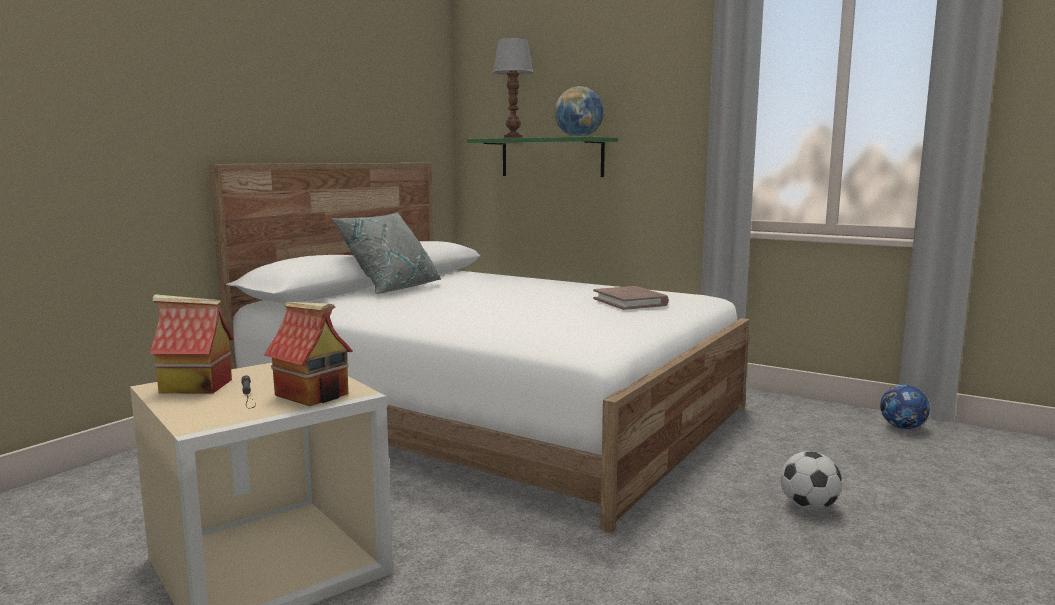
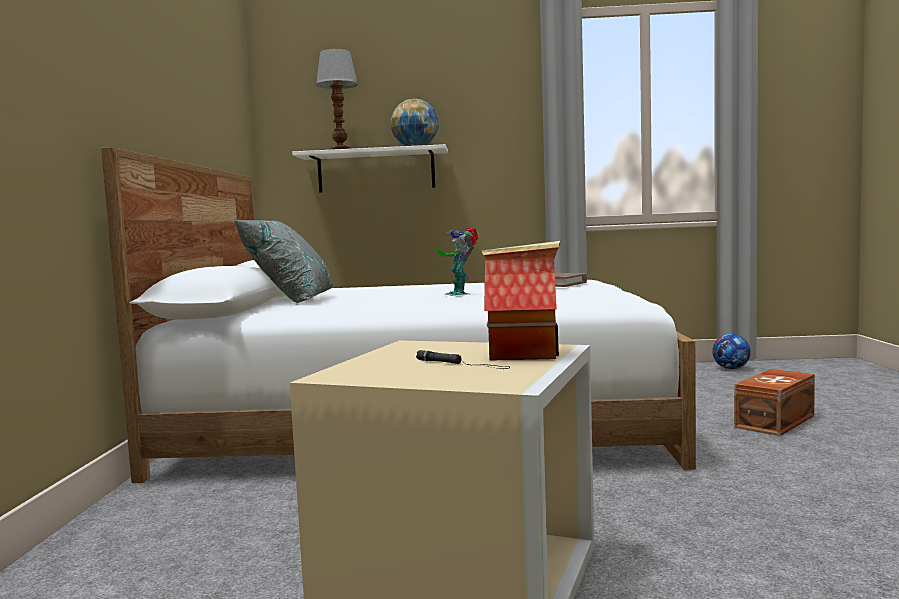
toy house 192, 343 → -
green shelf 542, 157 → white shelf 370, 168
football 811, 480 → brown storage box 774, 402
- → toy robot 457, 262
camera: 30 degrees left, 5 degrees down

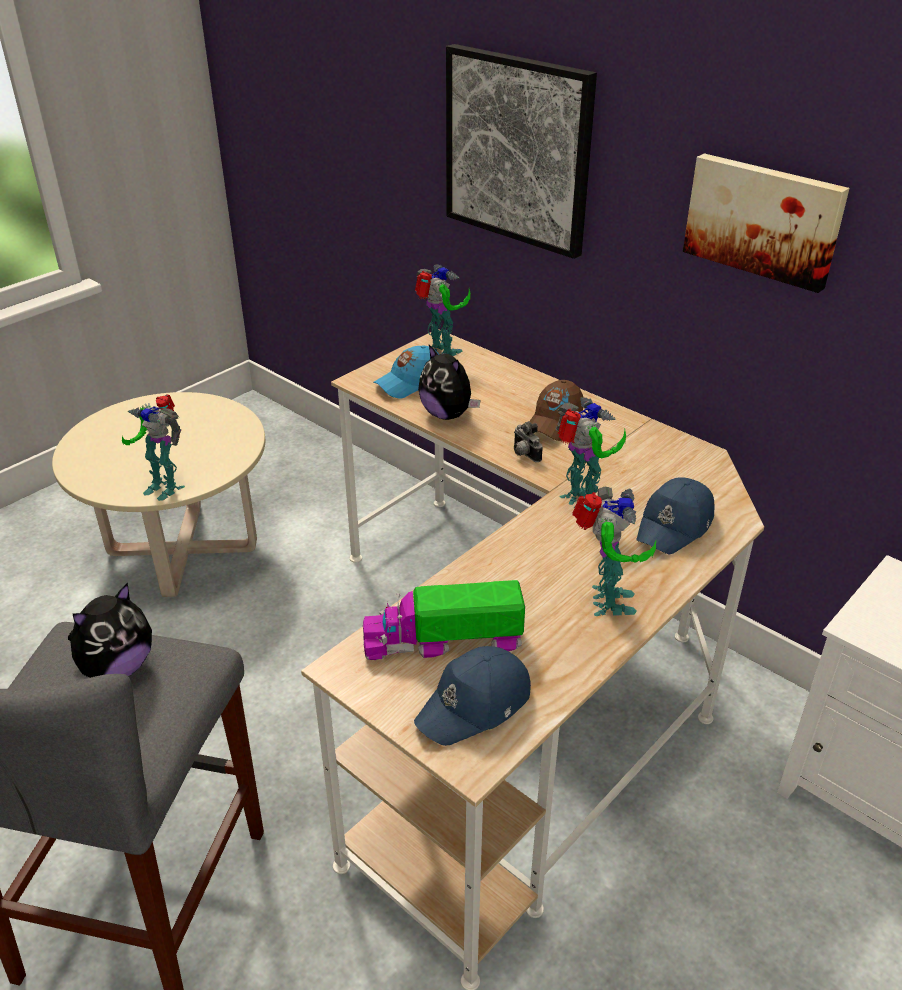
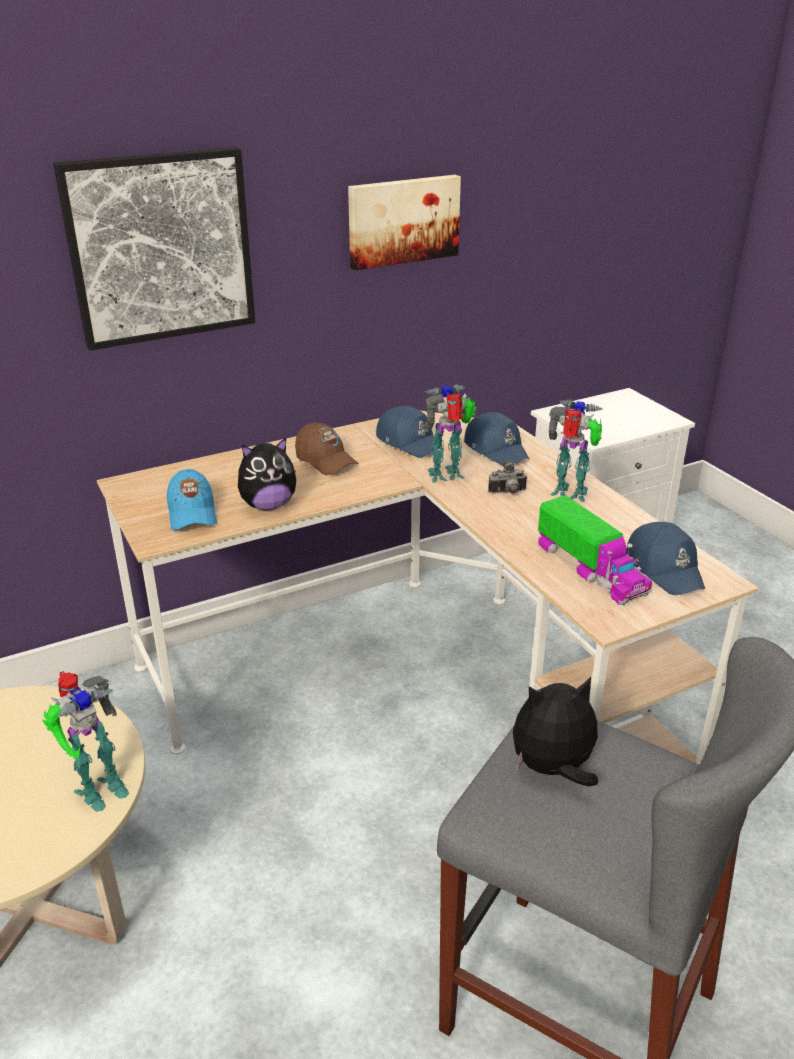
plush toy 110, 630 → plush toy 555, 731, 75 degrees counterclockwise
toy truck 444, 620 → toy truck 595, 550, 45 degrees counterclockwise
toy robot 443, 310 → -
photo camera 528, 441 → photo camera 507, 476, moved
- → blue cap 409, 432
camera: 70 degrees left, 5 degrees down

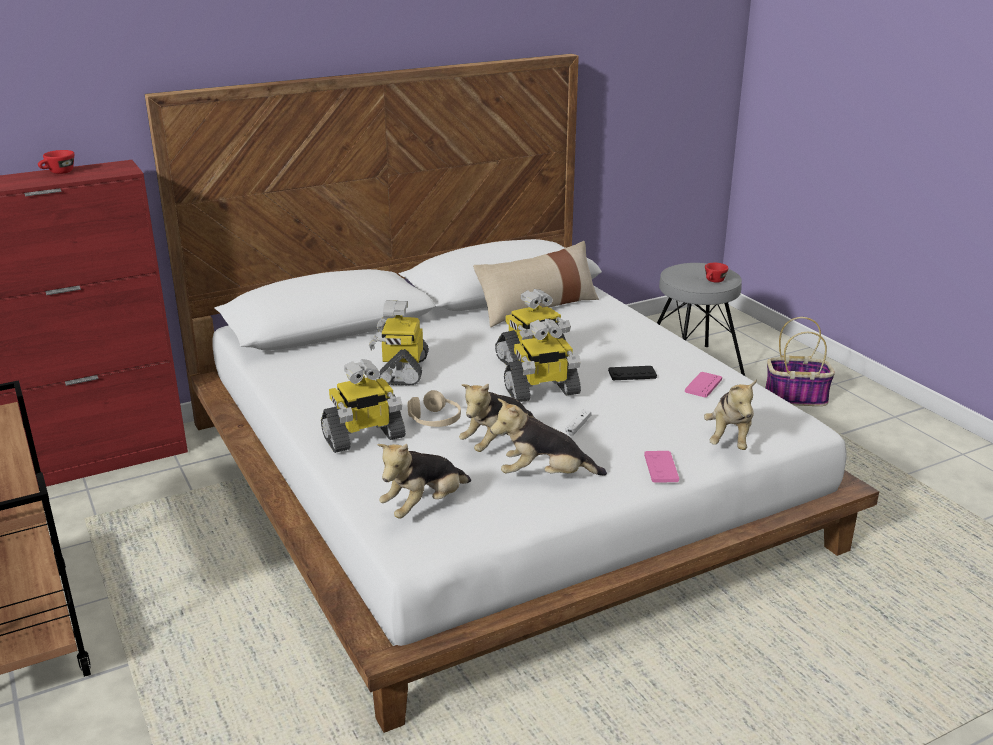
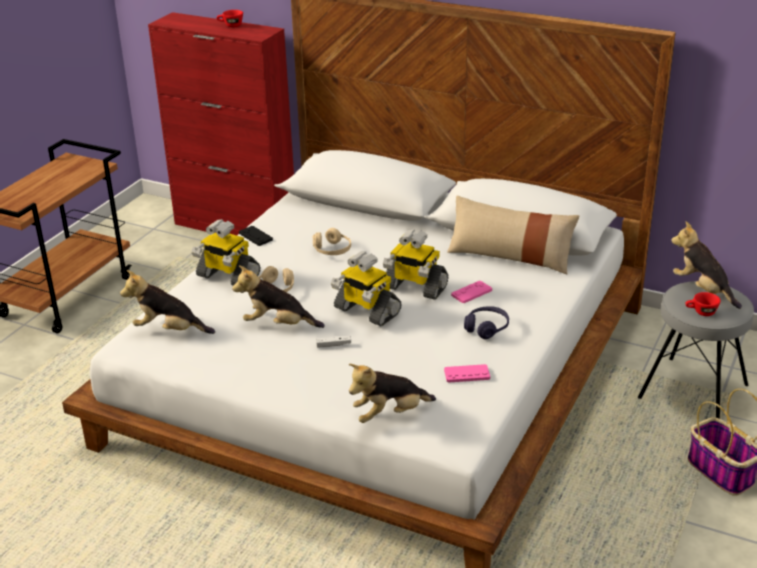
toy robot 399, 343 → beige headphones 332, 241
plush toy 548, 437 → plush toy 706, 265, moved
black game controller 632, 373 → black game controller 256, 236, moved
pink game controller 661, 467 → pink game controller 471, 292, moved
- → purple headphones 486, 322
camera: 55 degrees right, 5 degrees up

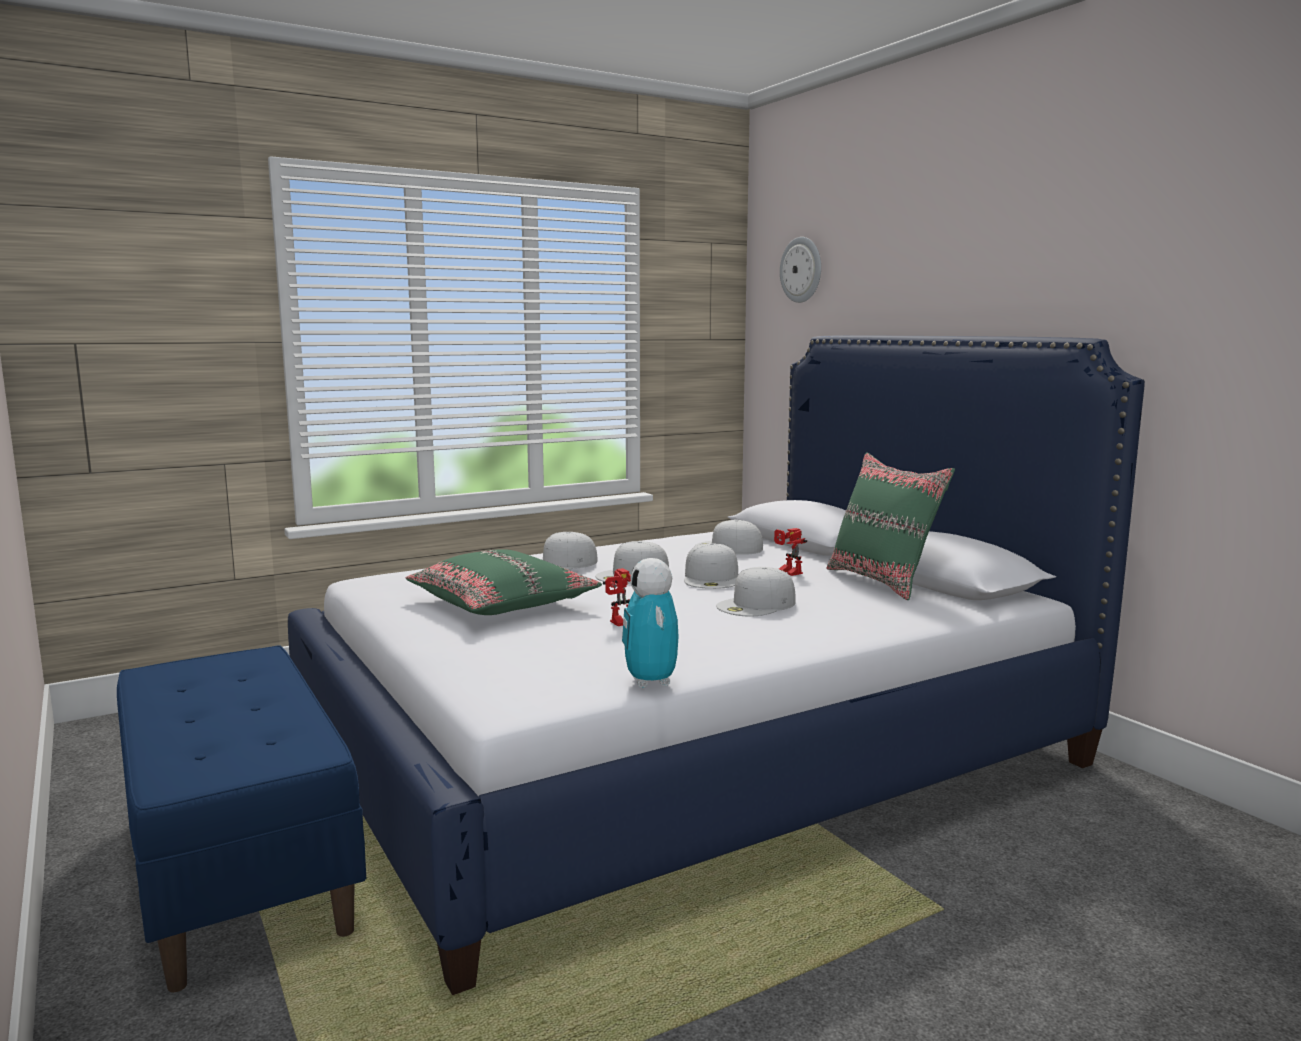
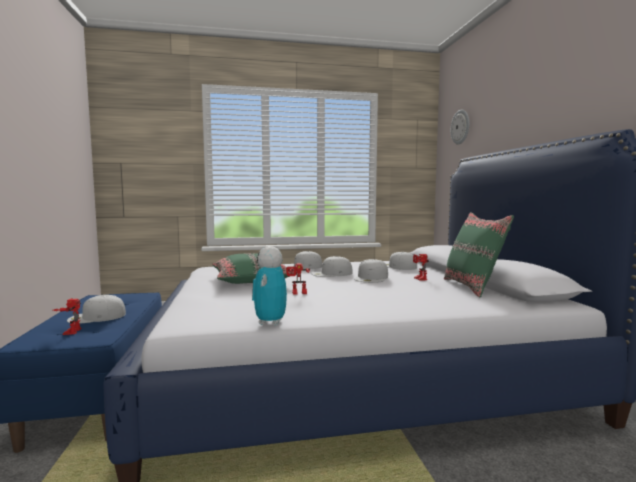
white cap 756, 592 → white cap 96, 309, moved
- → toy robot 67, 316
camera: 20 degrees right, 5 degrees down

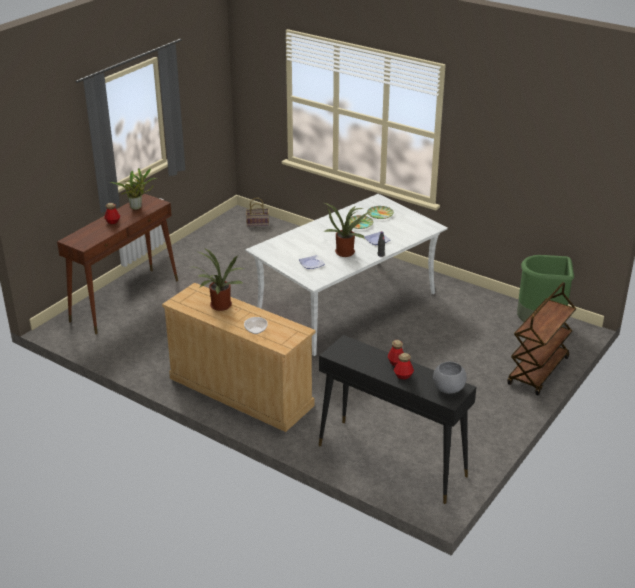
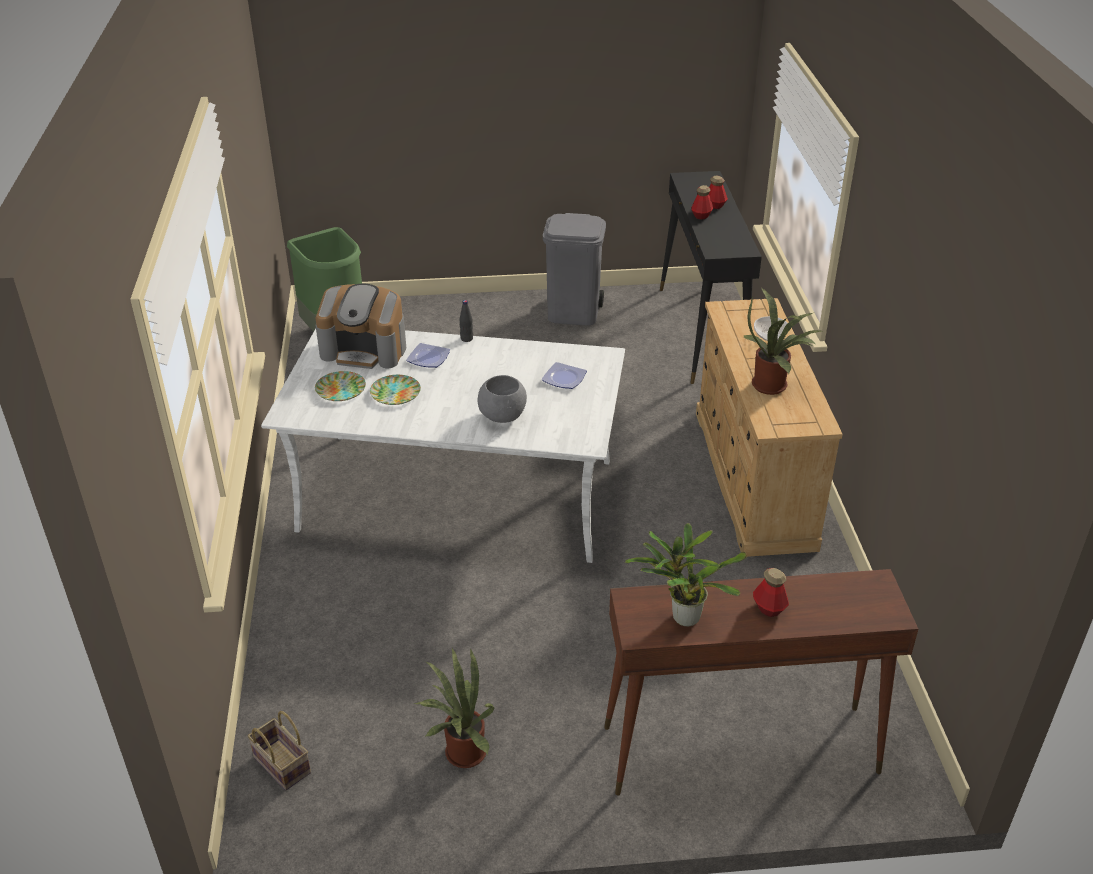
potted plant 347, 230 → potted plant 453, 708, moved
grey bowl 450, 378 → grey bowl 502, 399, moved
brown cart 541, 338 → -
- → coffee machine 360, 326
- → grey trash can 574, 269
camera: 130 degrees left, 5 degrees up

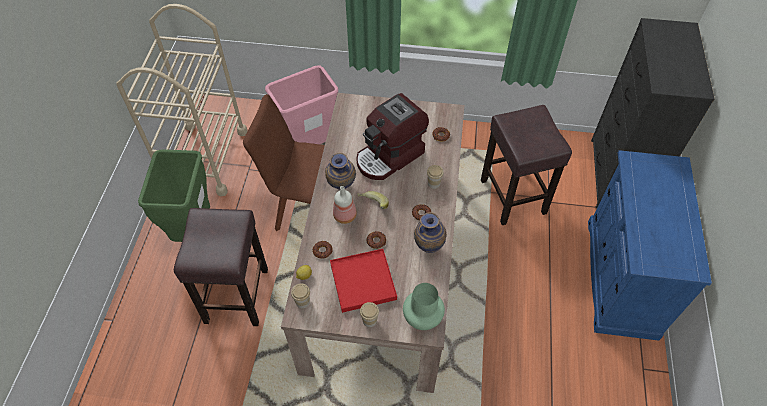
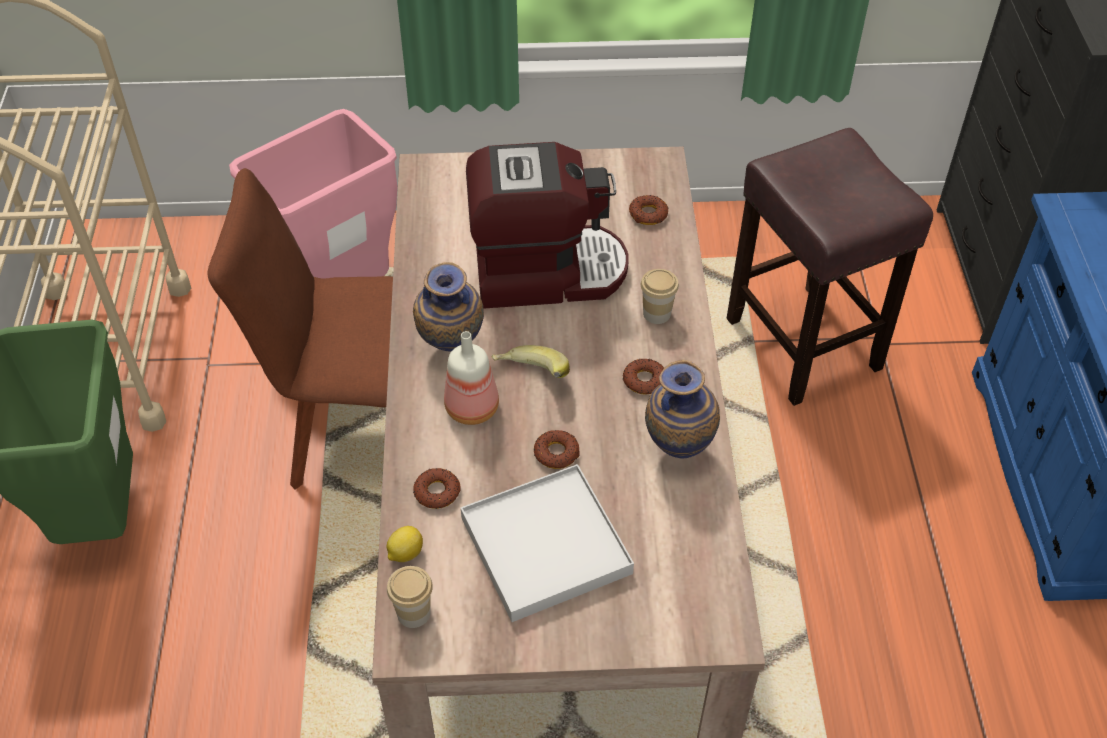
brown stool 221, 267 → -
red tray 363, 281 → white tray 547, 543
coffee machine 392, 136 → coffee machine 547, 225, 135 degrees counterclockwise
cup 369, 314 → -
green vase 424, 306 → -
camera: 10 degrees left, 5 degrees down

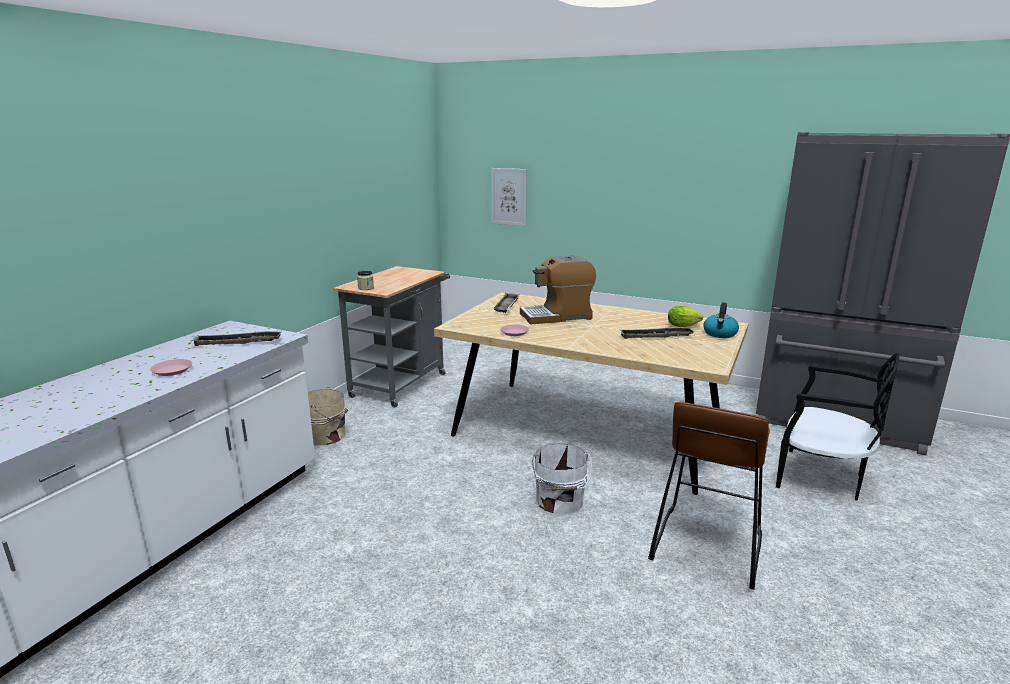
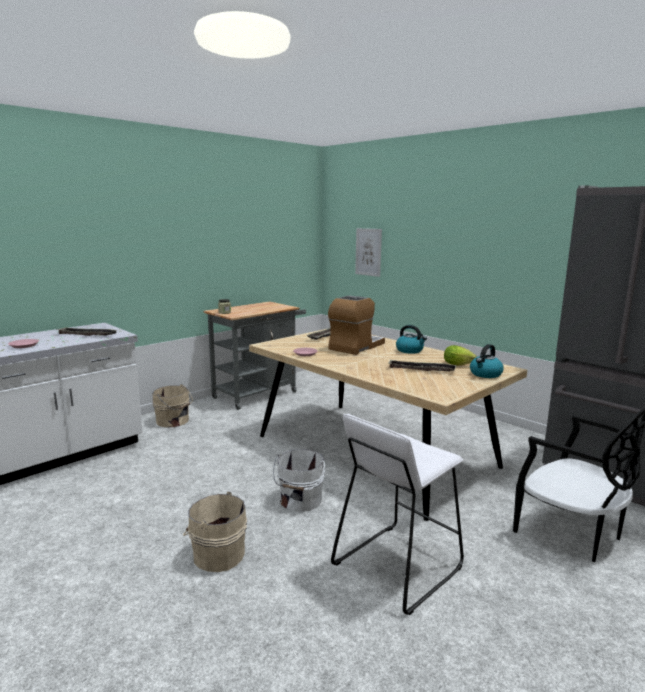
coffee machine 558, 290 → coffee machine 356, 325, 120 degrees clockwise
brown stool 709, 495 → white stool 397, 514
- → beige bucket 215, 531
- → kettle 411, 339
camera: 20 degrees right, 5 degrees down

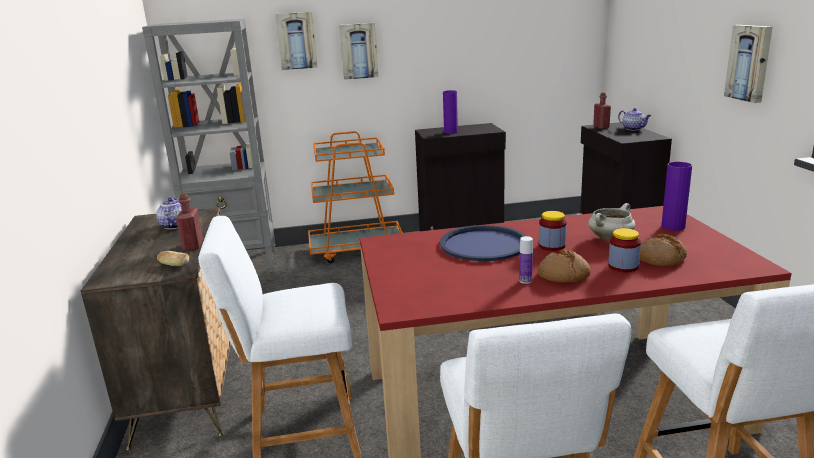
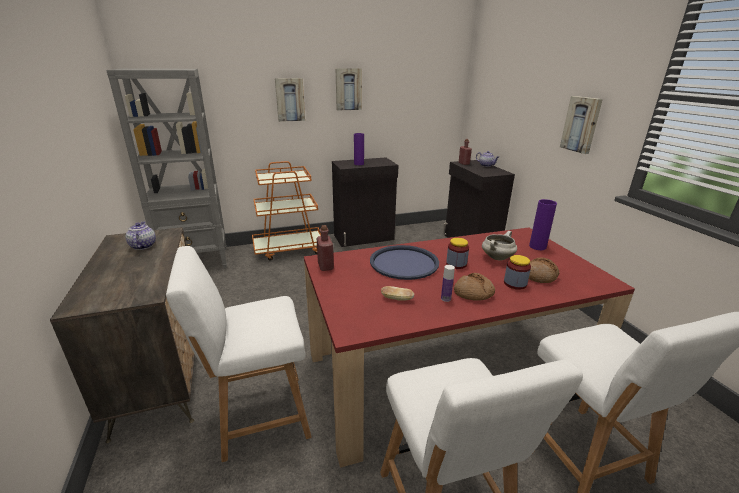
bread 173, 258 → bread 397, 293, moved
red bottle 189, 222 → red bottle 325, 248, moved
picture 296, 41 → picture 348, 89, moved
camera: 10 degrees left, 5 degrees up

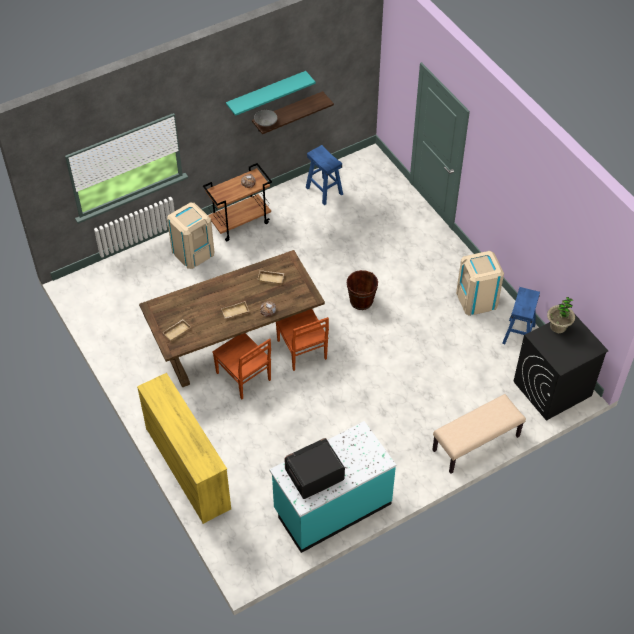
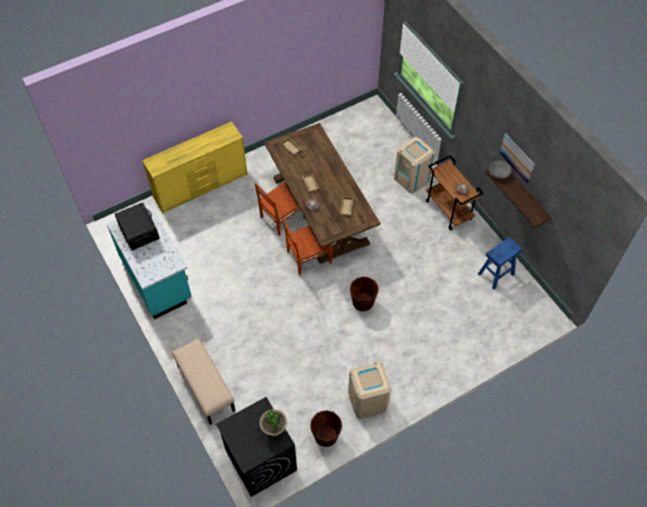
turquoise shelf 271, 93 → picture 517, 158
blue stool 521, 315 → brown bucket 326, 428
camera: 90 degrees right, 5 degrees up

